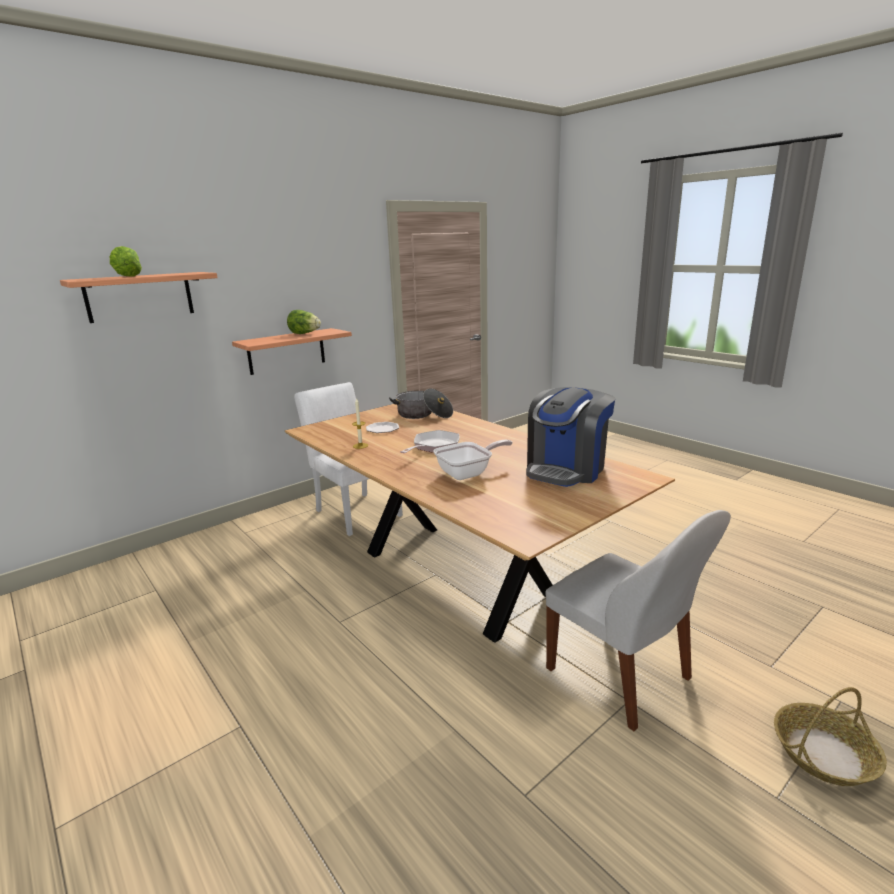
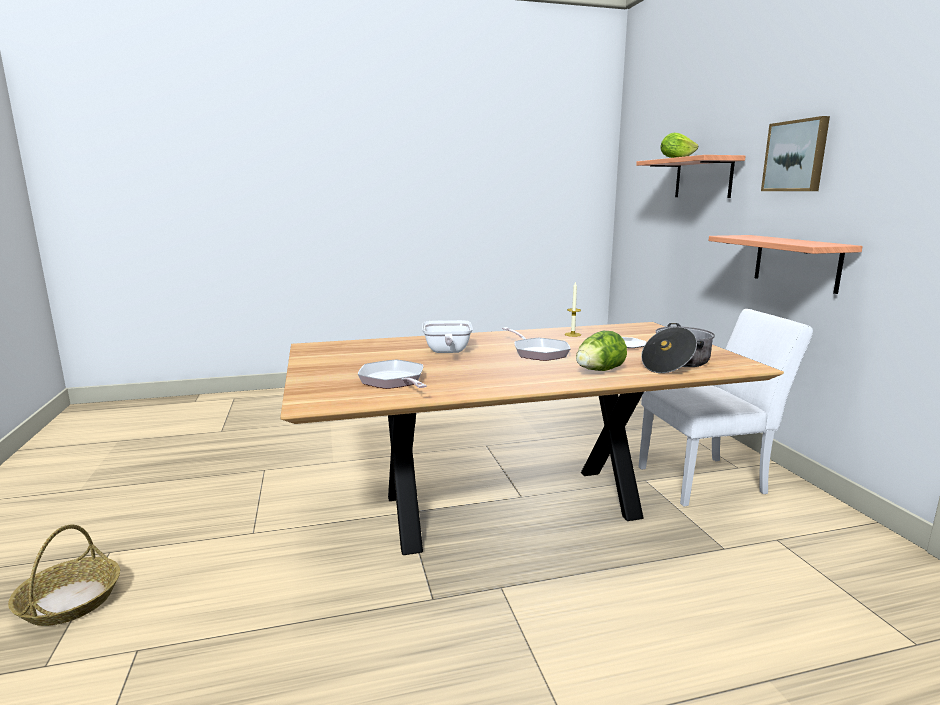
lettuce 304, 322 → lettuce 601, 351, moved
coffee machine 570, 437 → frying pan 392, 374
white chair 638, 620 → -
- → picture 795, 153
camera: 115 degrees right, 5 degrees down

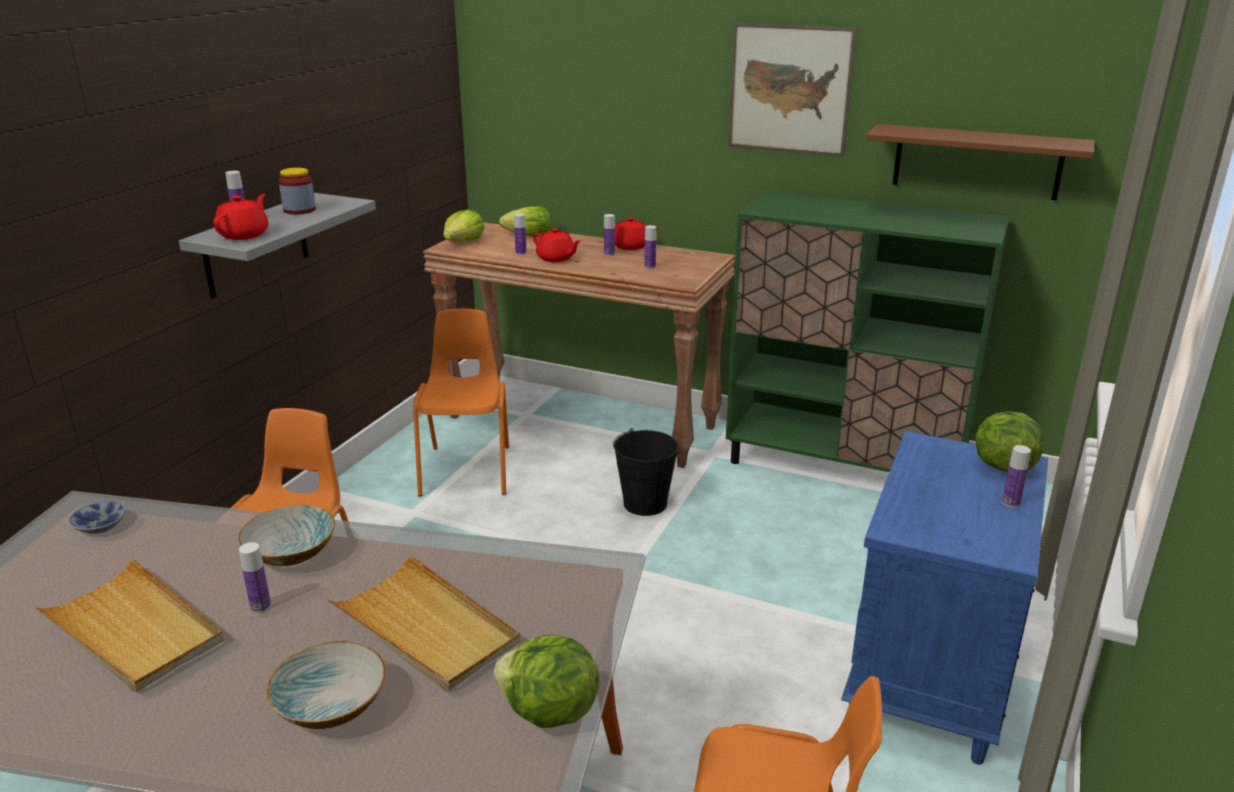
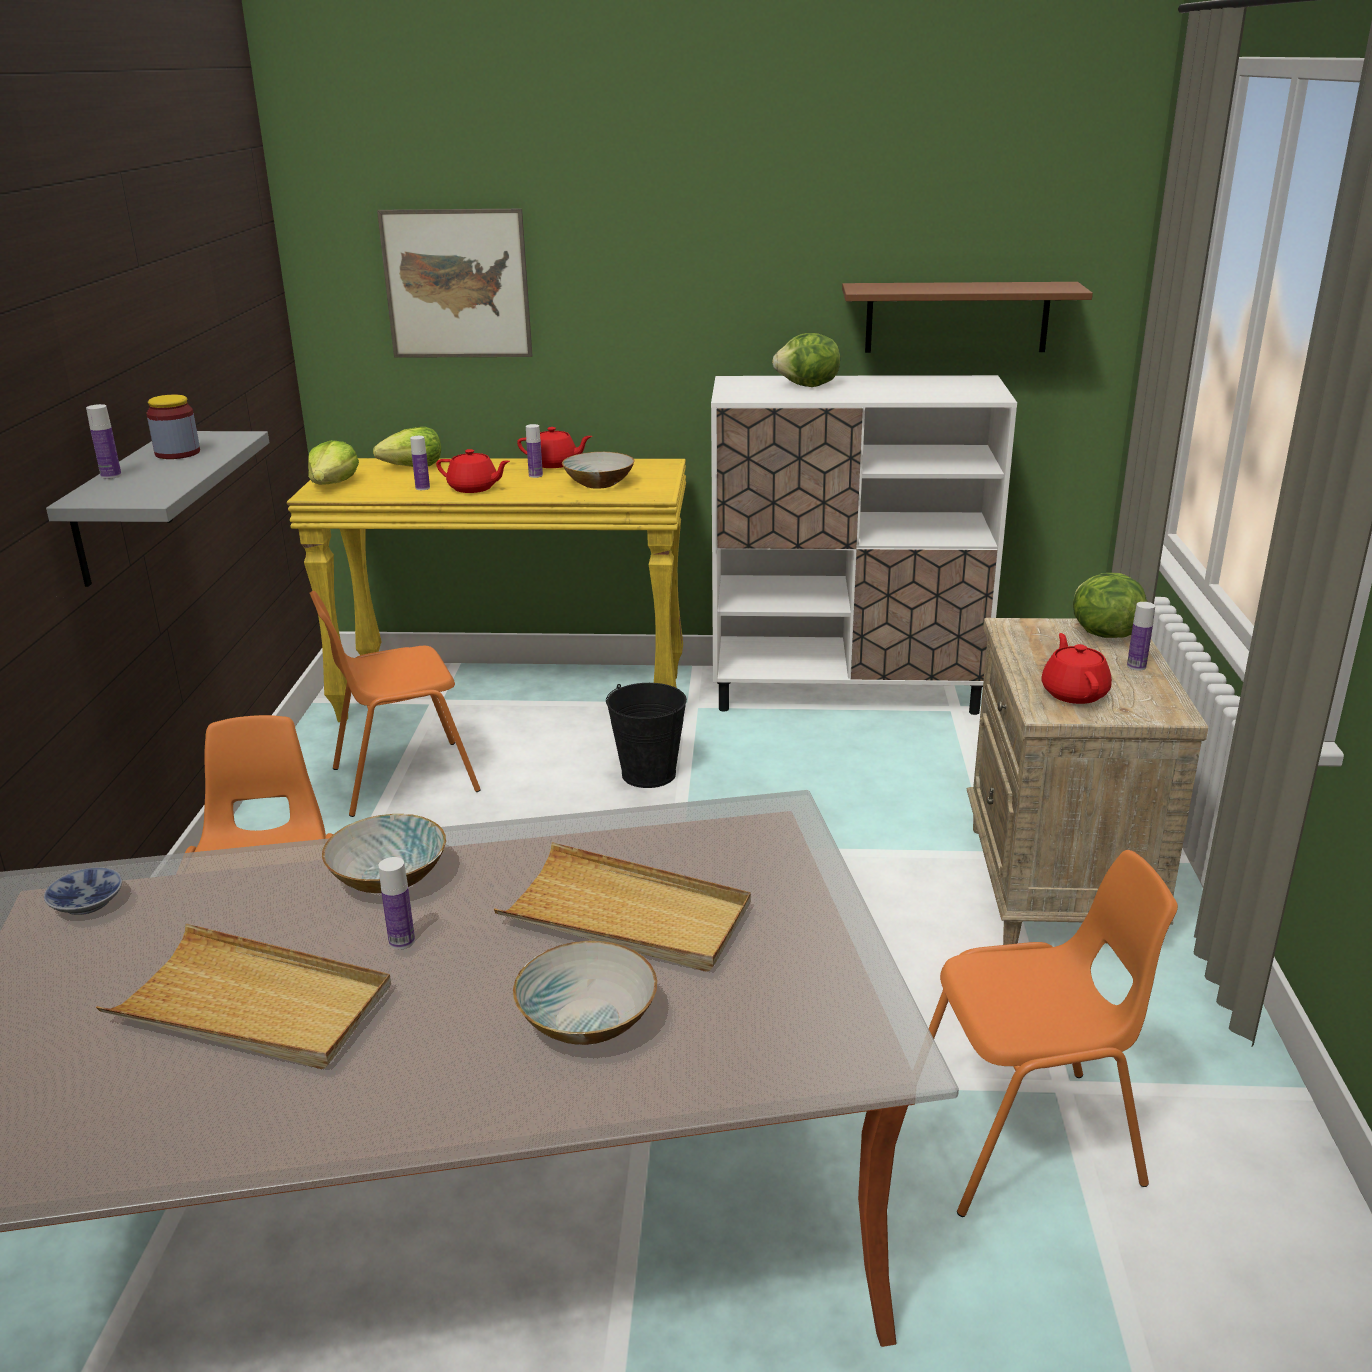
red teapot 240, 217 → red teapot 1076, 668, moved
orange chair 461, 402 → orange chair 395, 704, 90 degrees counterclockwise
brown console table 579, 345 → yellow console table 486, 590
lettuce 546, 681 → lettuce 806, 360, moved
bottle 650, 247 → bowl 598, 470
green cabinet 868, 331 → white cabinet 864, 545
picture 792, 90 → picture 455, 283, moved
blue nightstand 944, 598 → beige nightstand 1087, 781
camera: 20 degrees left, 0 degrees up

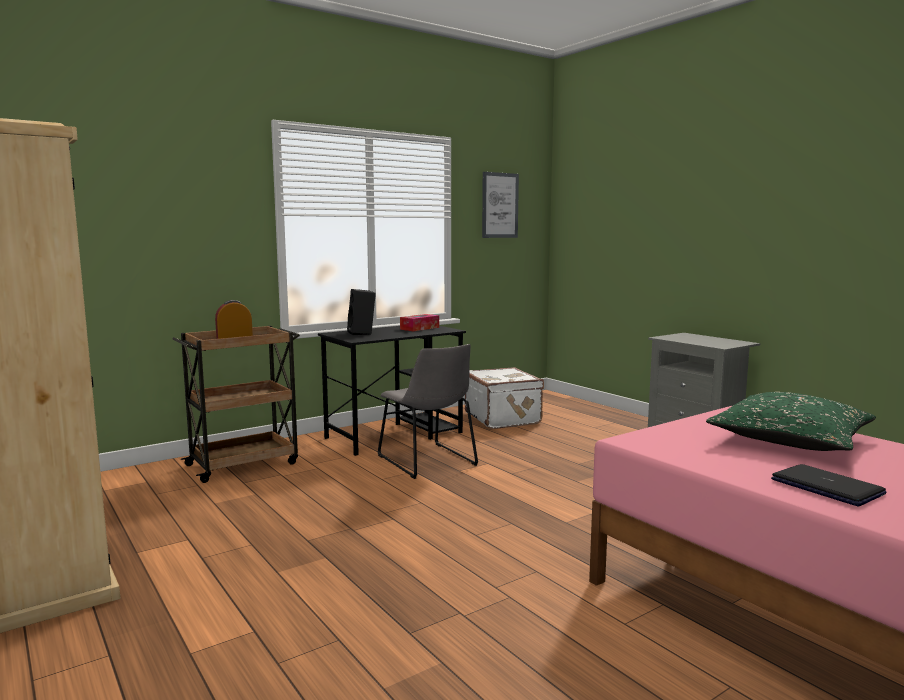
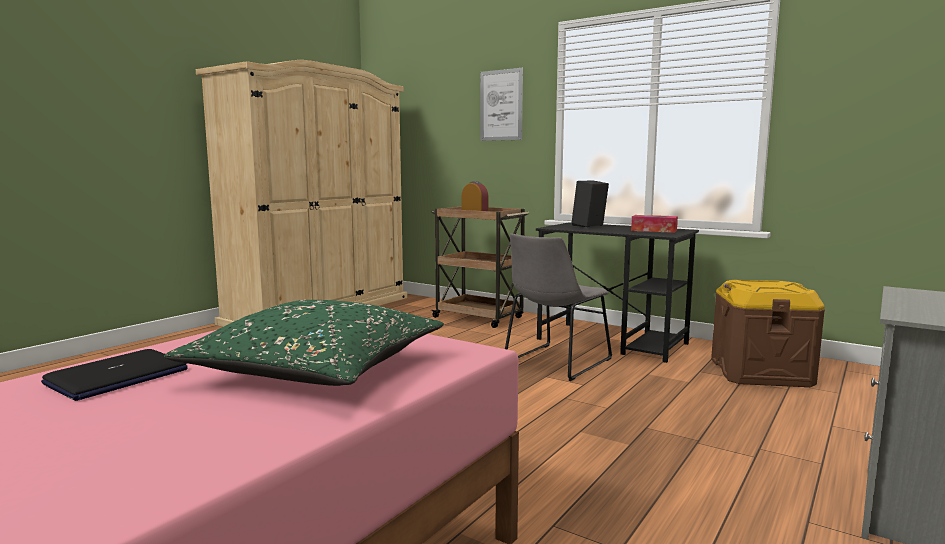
white suitcase 504, 397 → brown storage box 768, 333
picture 500, 205 → picture 501, 104, moved
camera: 70 degrees right, 0 degrees up

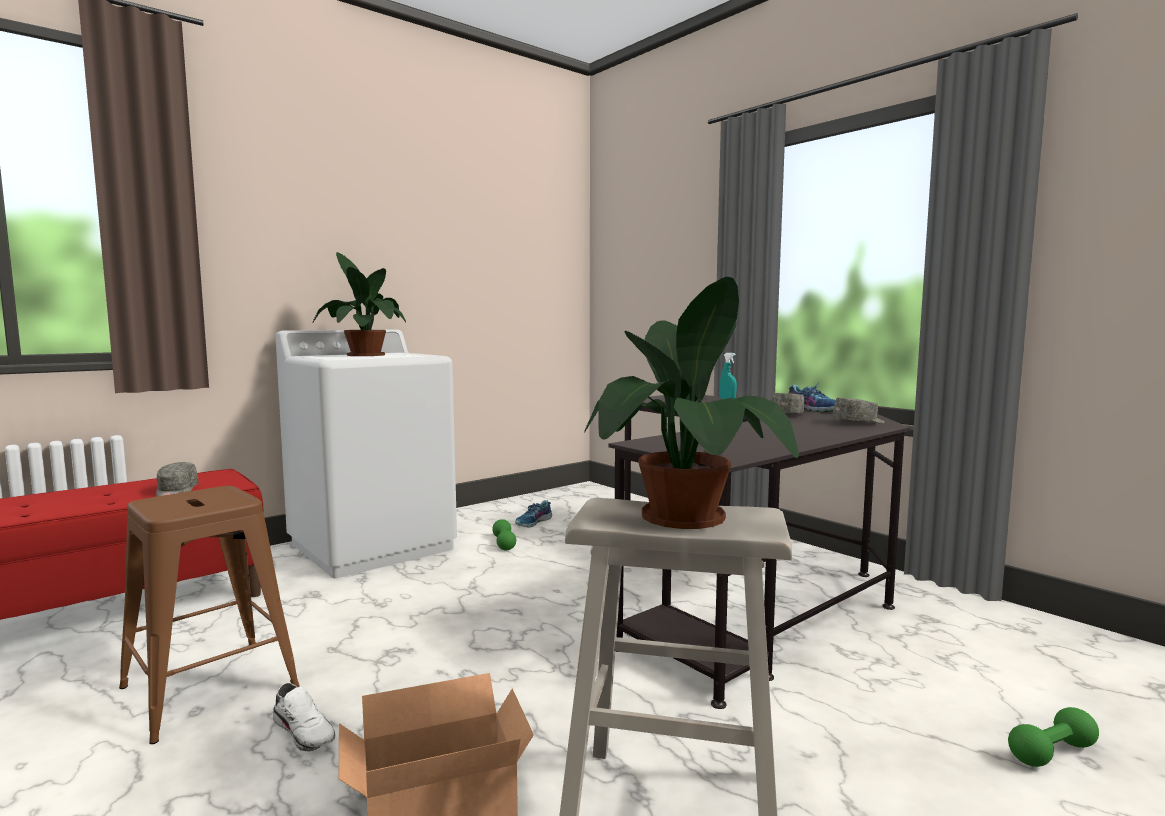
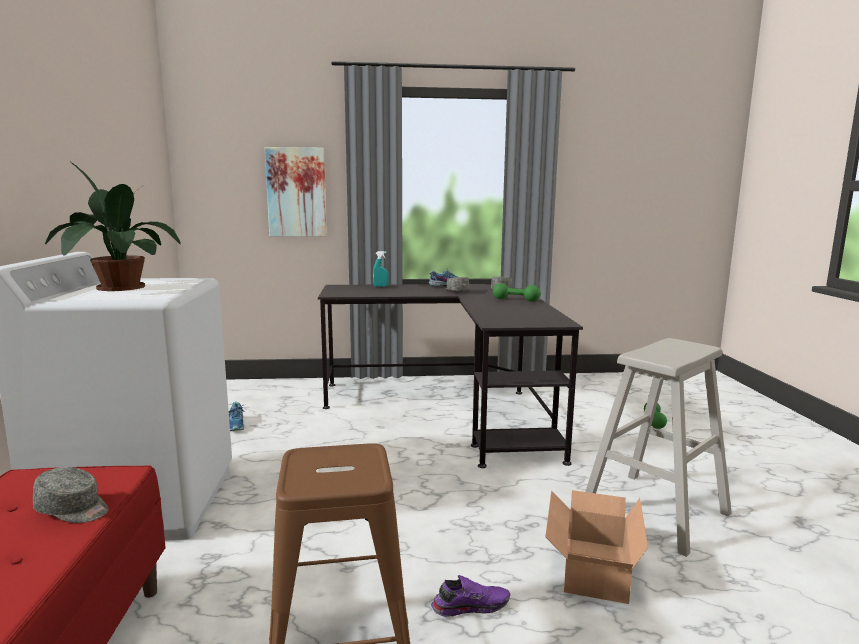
white shoe 304, 717 → purple shoe 470, 596
green dumbbell 504, 534 → green dumbbell 517, 292, moved
potted plant 692, 403 → -
- → picture 296, 192
camera: 55 degrees left, 5 degrees up

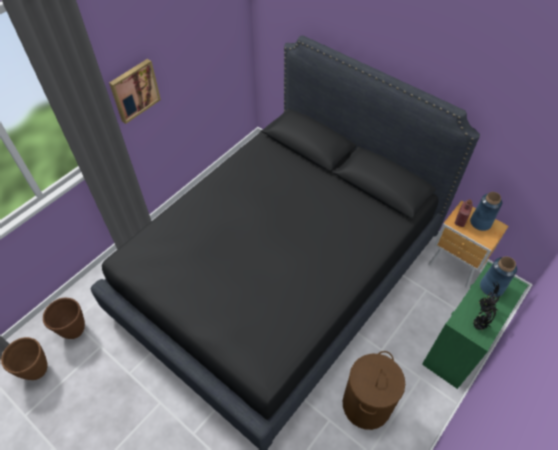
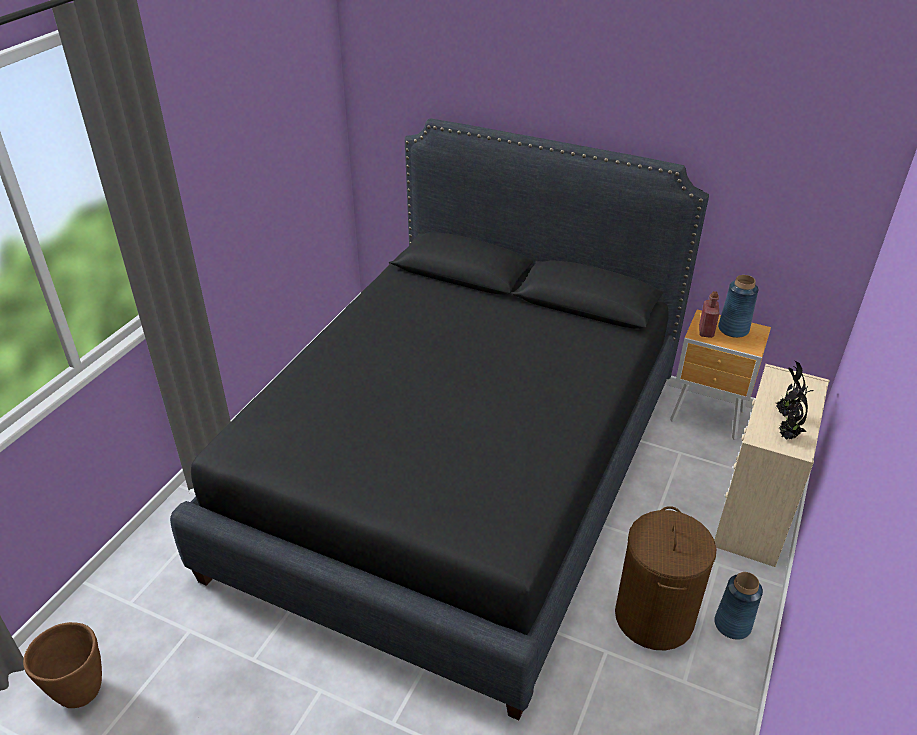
brown planter 64, 318 → -
picture 135, 91 → -
green dresser 475, 325 → beige dresser 772, 465
blue vase 498, 276 → blue vase 738, 606, moved
camera: 15 degrees left, 15 degrees down

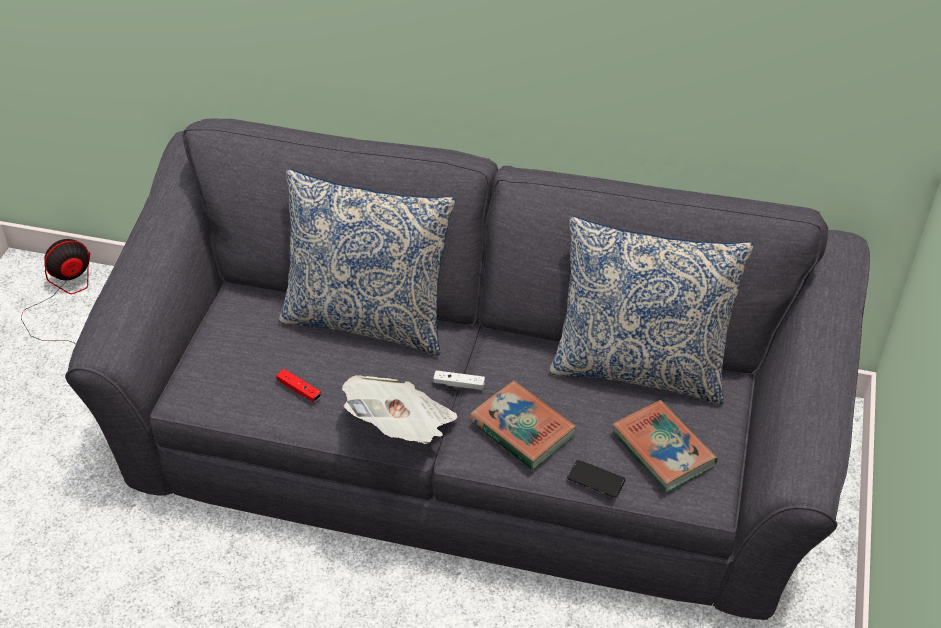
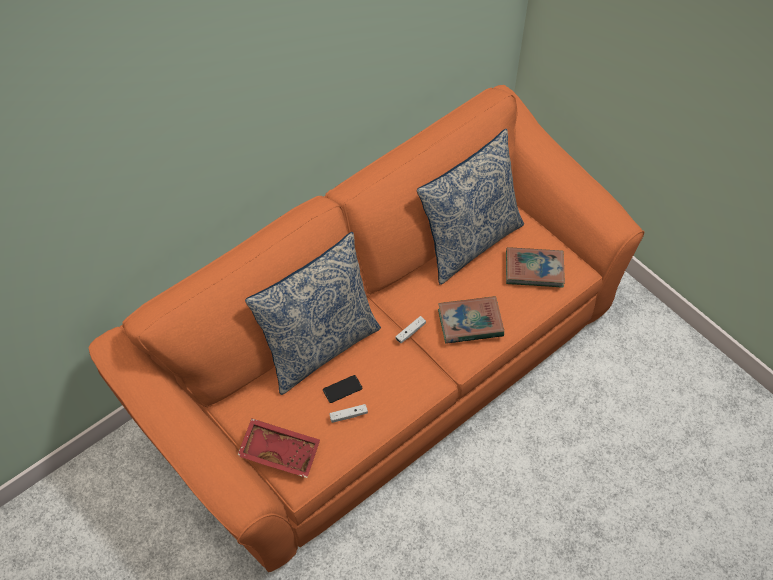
fan 55, 291 → -
grey sofa 467, 369 → orange sofa 366, 328
red game controller 298, 385 → white game controller 348, 413
newspaper 399, 409 → -
phone 596, 478 → phone 342, 389, moved
- → red tray 279, 448
camera: 55 degrees left, 10 degrees up

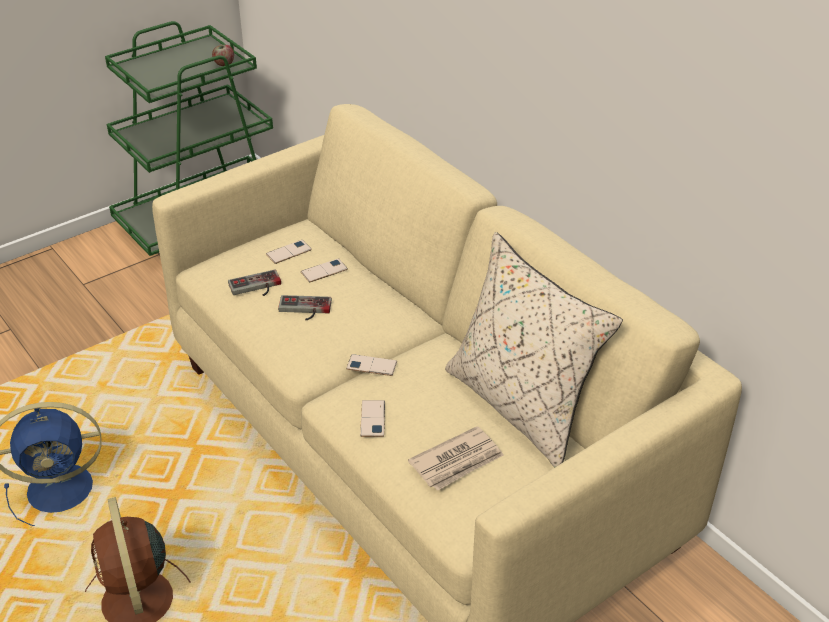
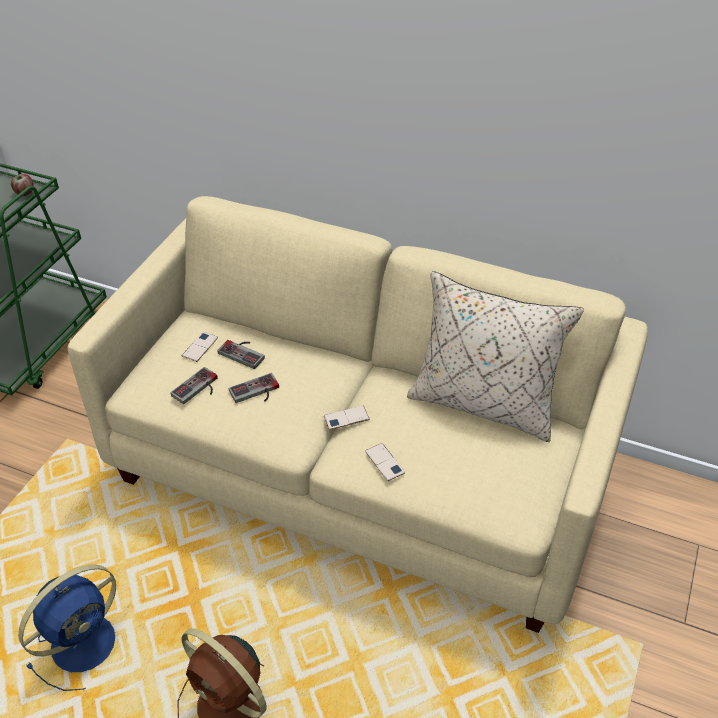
phone 324, 270 → game controller 241, 354
newspaper 456, 458 → -
camera: 30 degrees left, 5 degrees up

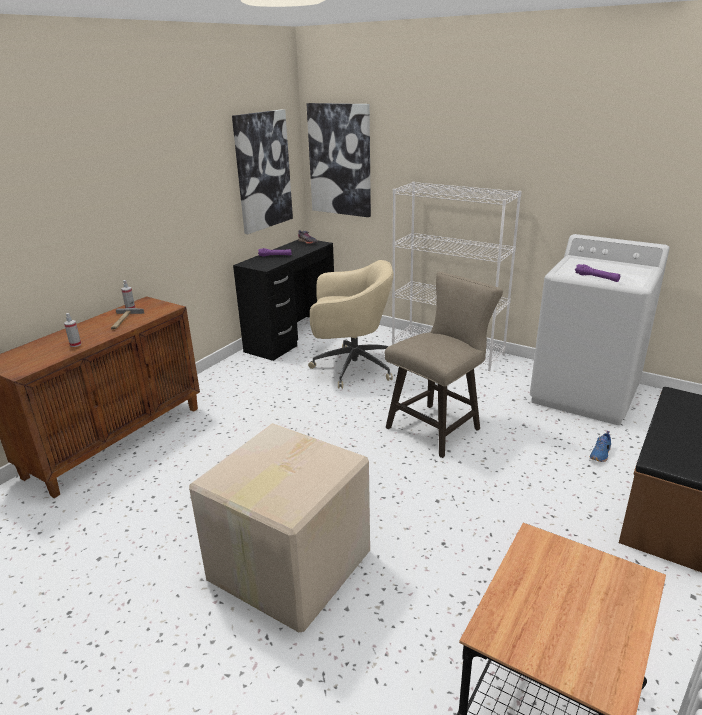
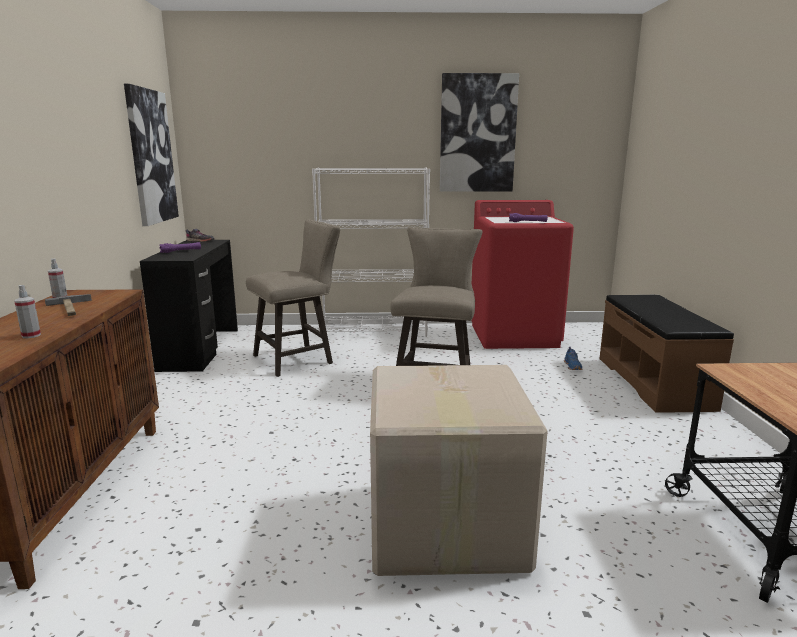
picture 339, 160 → picture 479, 132, moved
beige office chair 350, 324 → beige stool 293, 298
white washing machine 600, 329 → red washing machine 522, 274
camera: 35 degrees left, 10 degrees down

